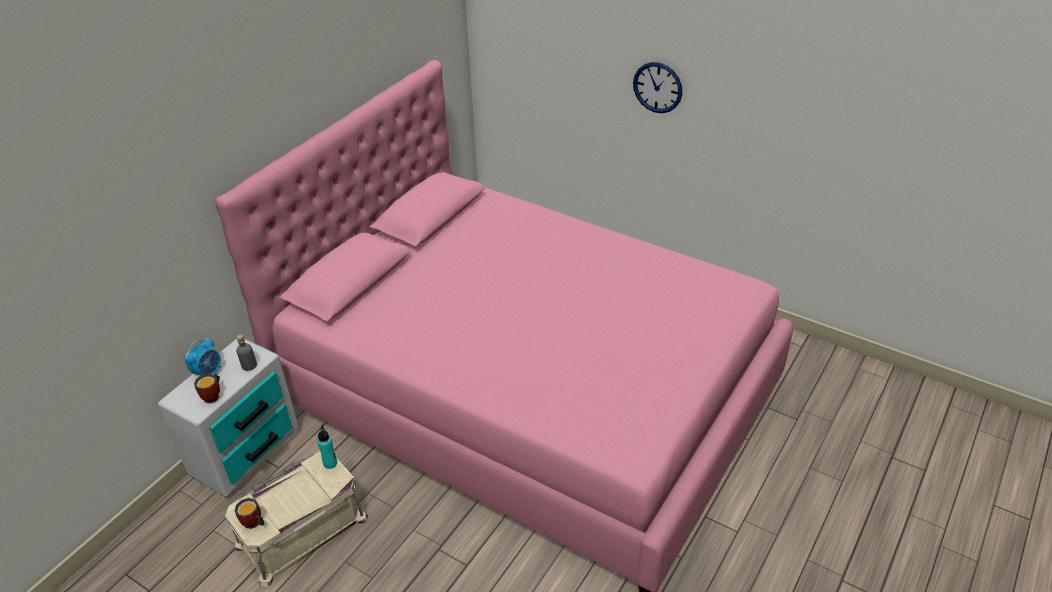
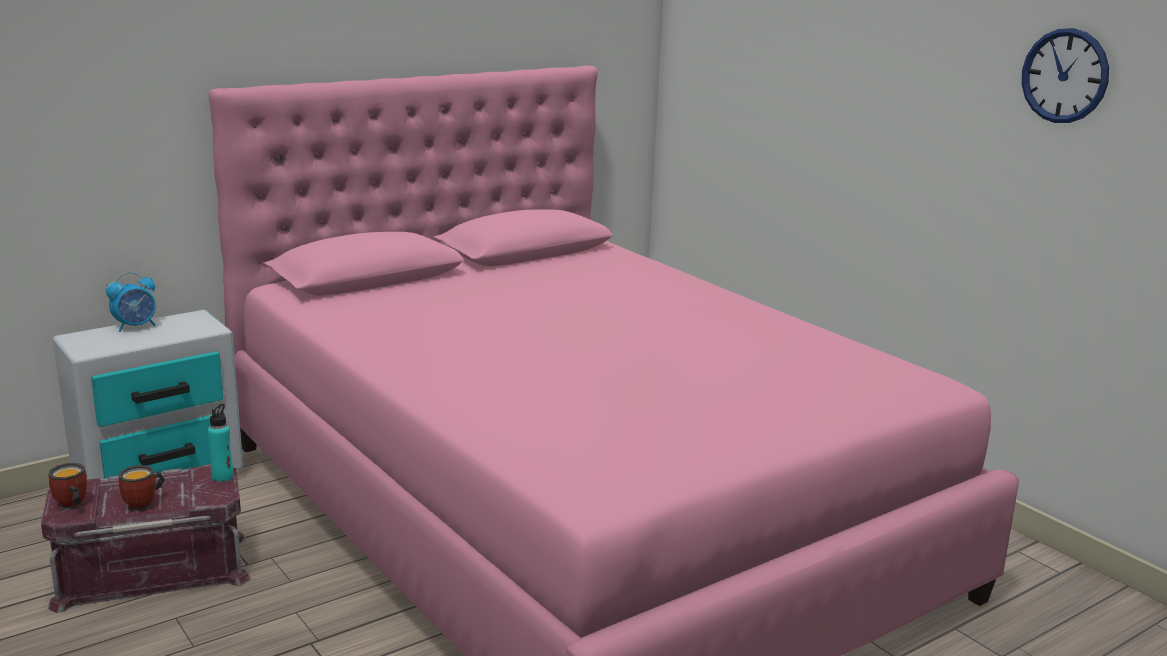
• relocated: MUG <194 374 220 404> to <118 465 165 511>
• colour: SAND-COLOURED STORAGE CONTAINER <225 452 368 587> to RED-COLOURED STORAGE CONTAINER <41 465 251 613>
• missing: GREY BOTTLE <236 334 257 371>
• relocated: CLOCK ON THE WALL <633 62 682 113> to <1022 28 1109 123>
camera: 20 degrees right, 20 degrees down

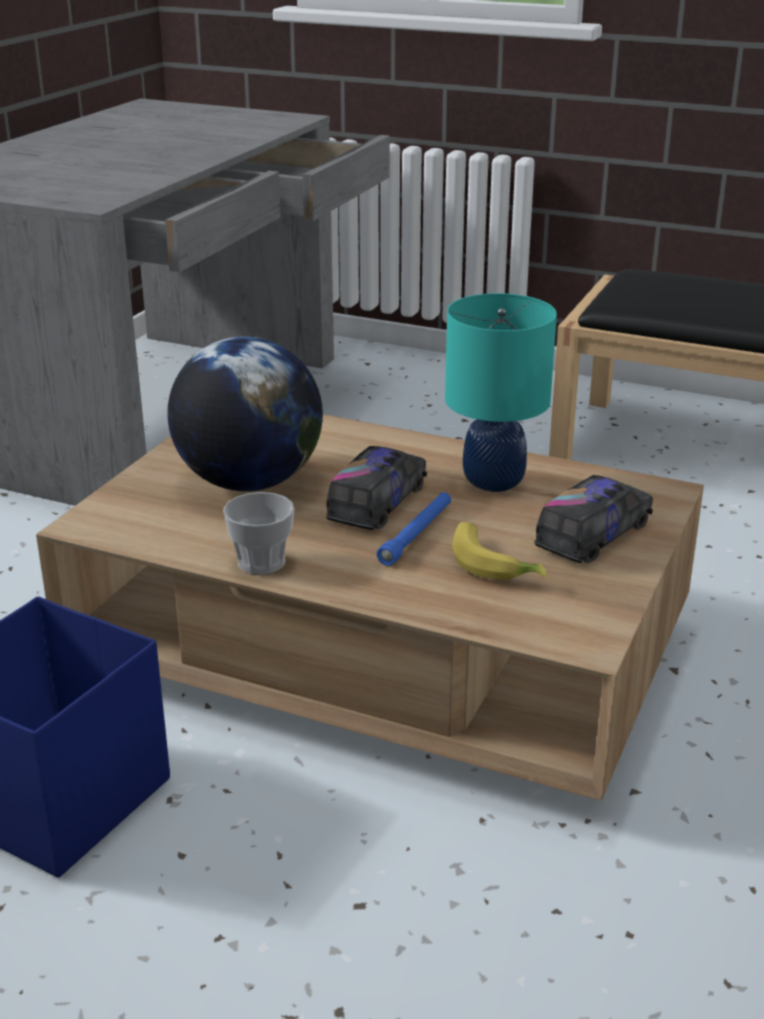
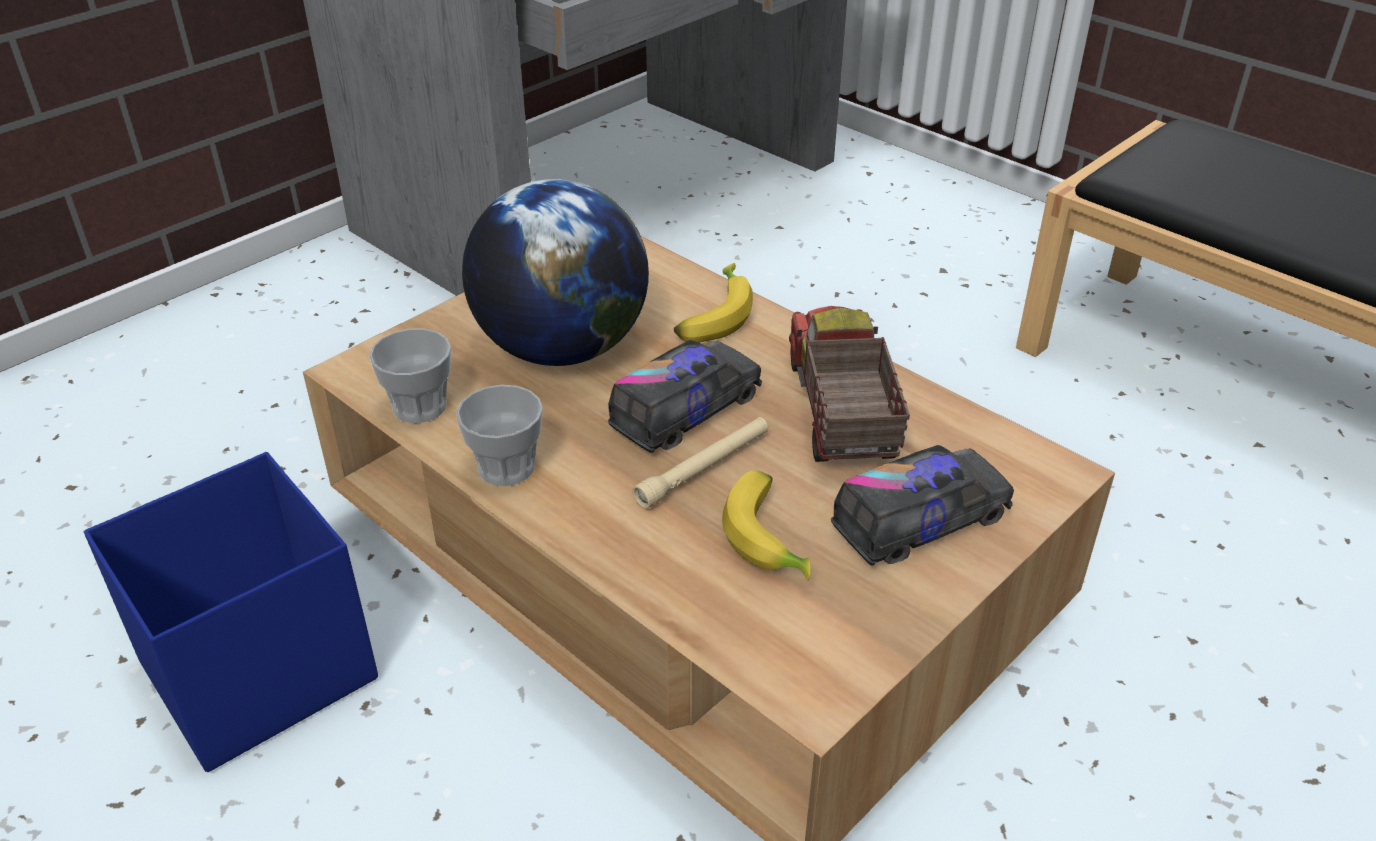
• colour: BLUISH FLASHLIGHT <377 492 451 566> to SAND-COLOURED FLASHLIGHT <632 417 768 509>
• exchanged: TURQUOISE LAMP FOR A TABLE <445 293 557 492> to TOY LORRY <789 306 910 462>
• appeared: CUP <369 328 451 423>
• appeared: BANANA FRUIT <674 263 753 342>
camera: 20 degrees right, 10 degrees up

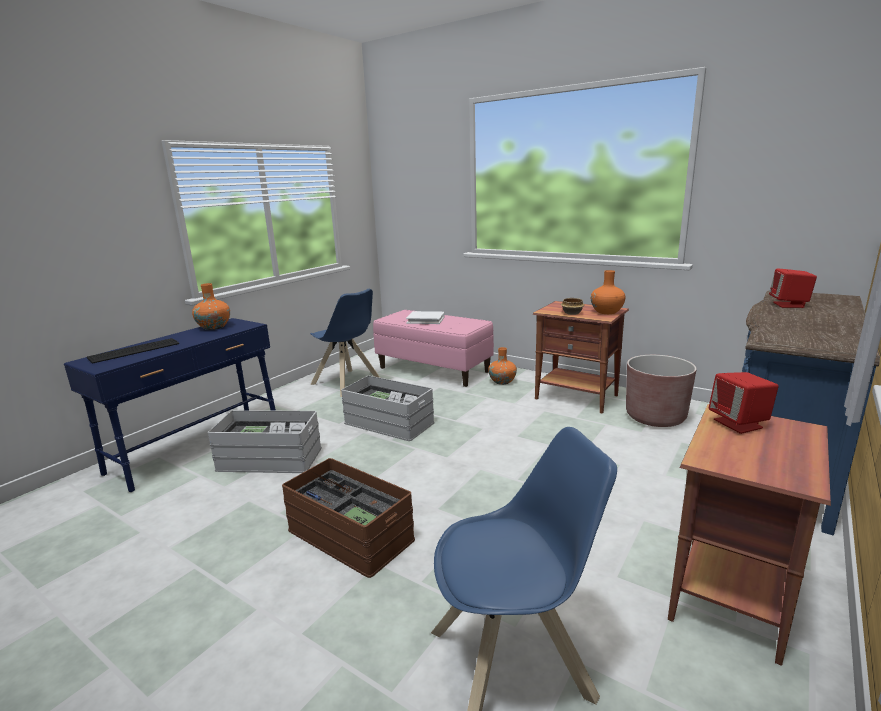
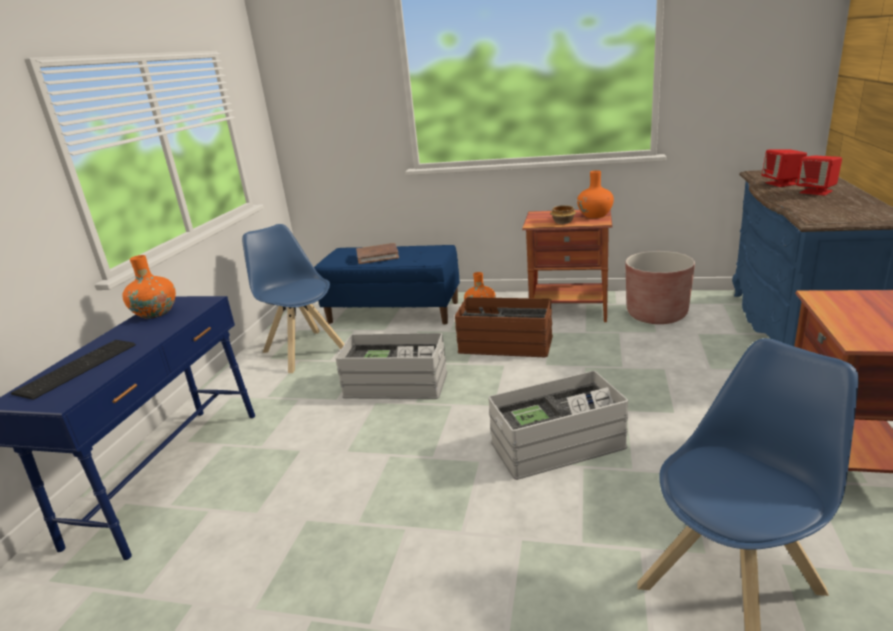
• relocated: GREY STORAGE CONTAINER <208 410 322 473> to <488 371 628 480>
• relocated: BROWN STORAGE CONTAINER <282 458 415 578> to <455 297 553 357>
• spun: BLUISH UPRIGHT CHAIR <310 289 380 397> = <242 224 344 373> 150 degrees counterclockwise
• colour: PINK BENCH <373 310 494 387> to BLUISH BENCH <314 245 460 324>
• colour: WHITE-COLOURED BOUND BOOK <406 311 445 324> to BROWN BOUND BOOK <356 243 399 264>
• relocated: RED-COLOURED SPEAKER <709 372 779 434> to <797 155 842 196>
camera: 20 degrees left, 5 degrees up

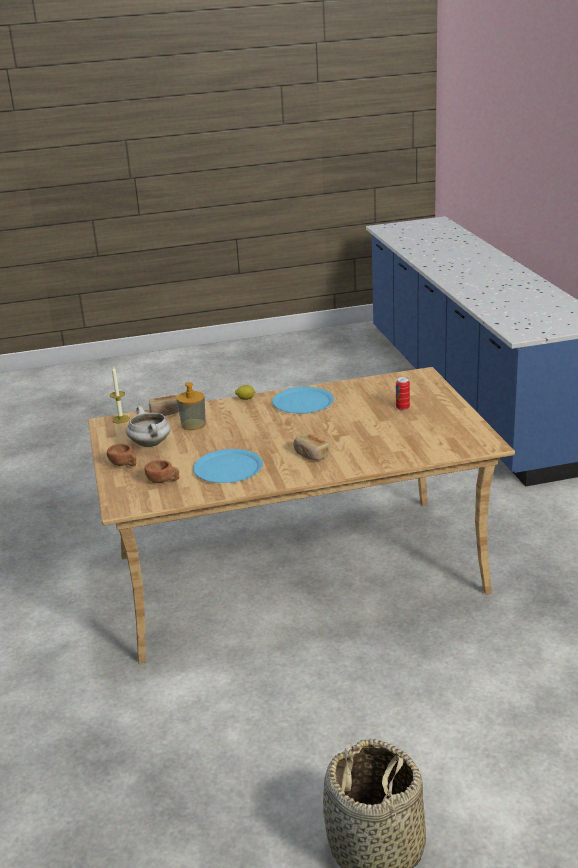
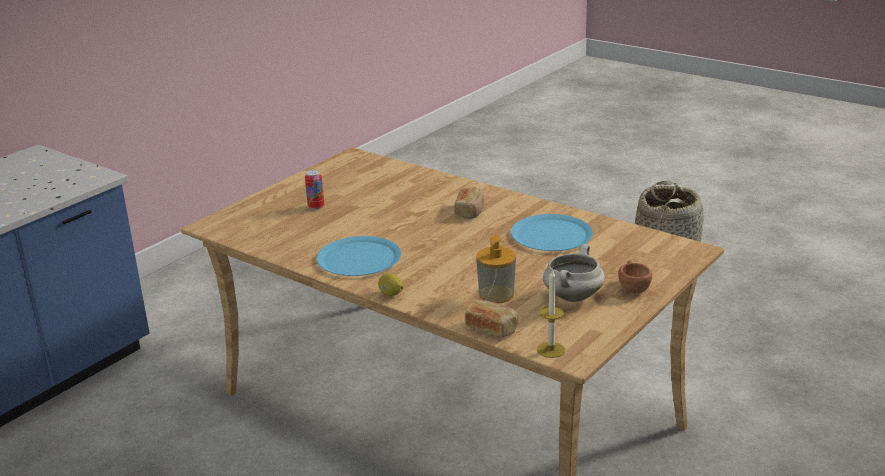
• missing: BROWN CUP <145 460 179 483>
camera: 130 degrees left, 0 degrees up

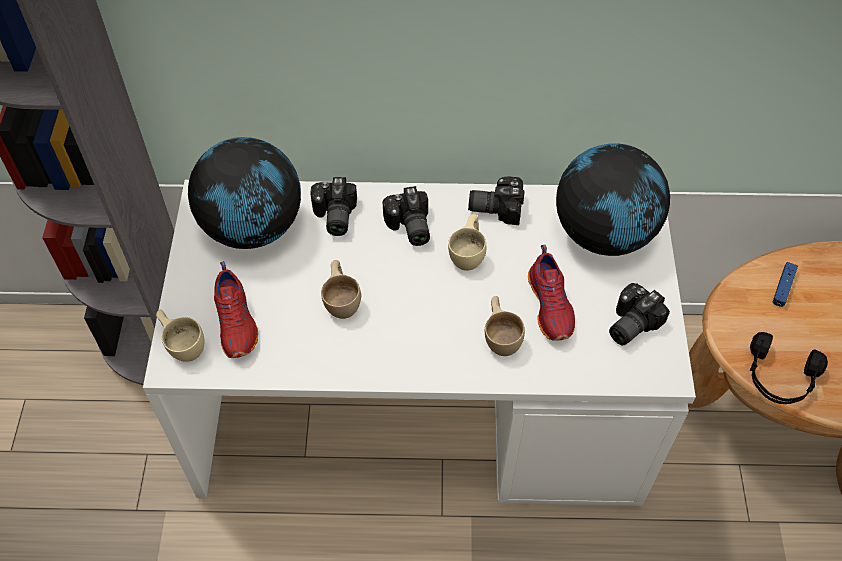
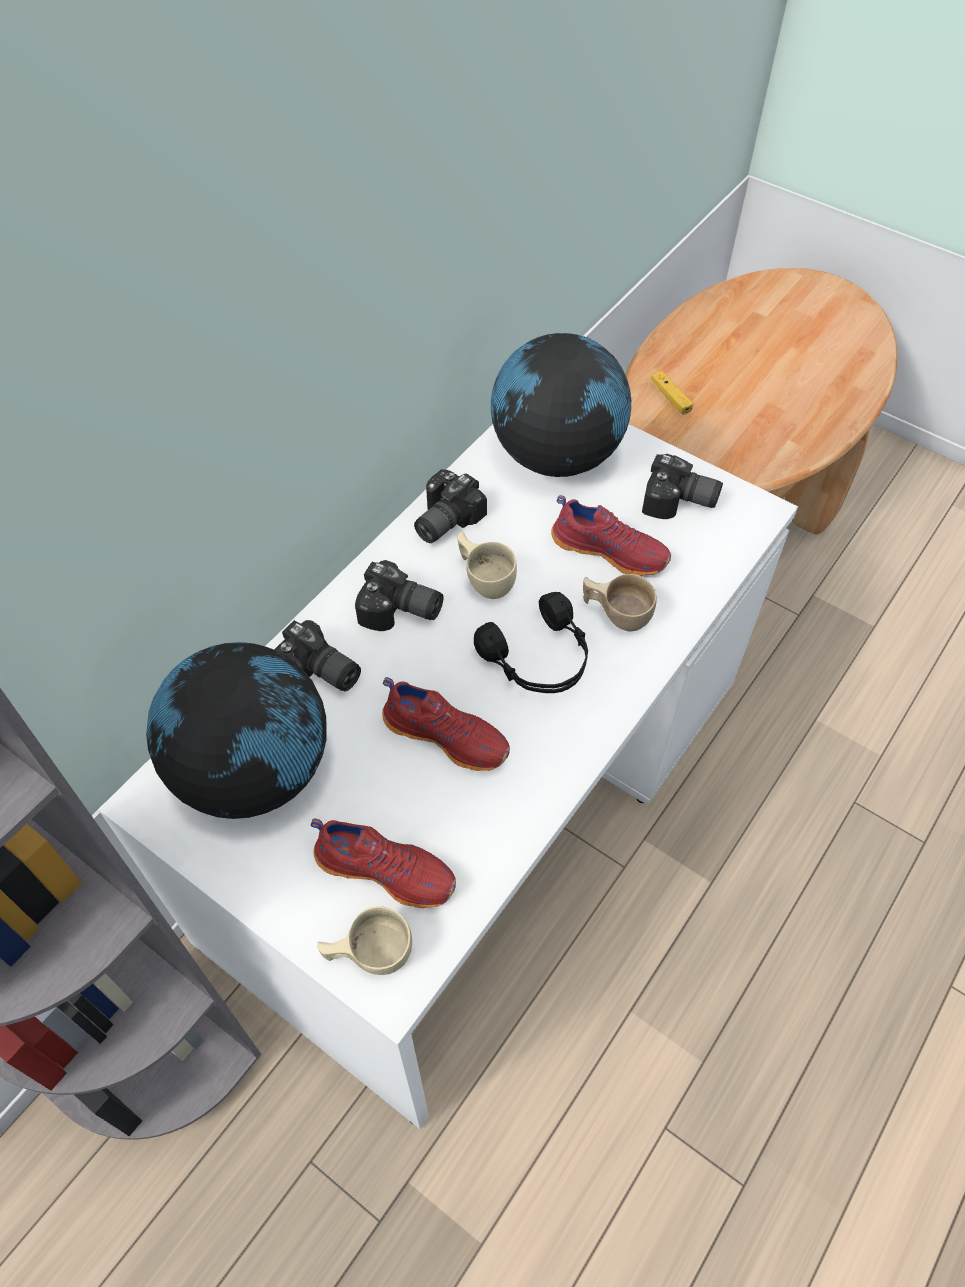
• exchanged: SAND-COLOURED CUP <321 260 361 319> to RED-COLOURED SHOE <382 677 510 771>
• spun: PHOTO CAMERA <609 283 670 345> = <642 454 723 519> 60 degrees counterclockwise
• relocated: BLACK-COLOURED PAIR OF HEADPHONES <750 332 828 404> to <474 592 588 693>
• colour: BLUISH JOYPAD <773 262 798 307> to YELLOW JOYPAD <651 371 693 415>
camera: 55 degrees left, 0 degrees up

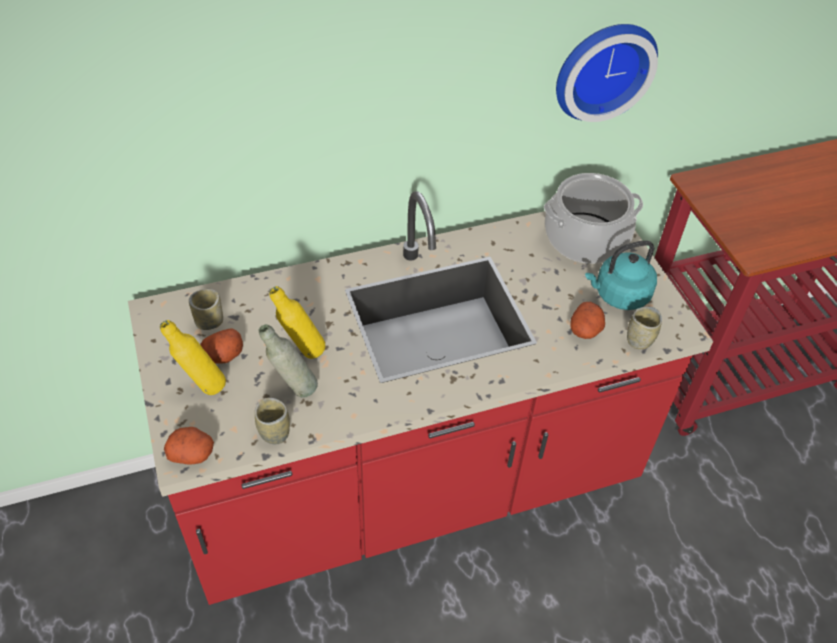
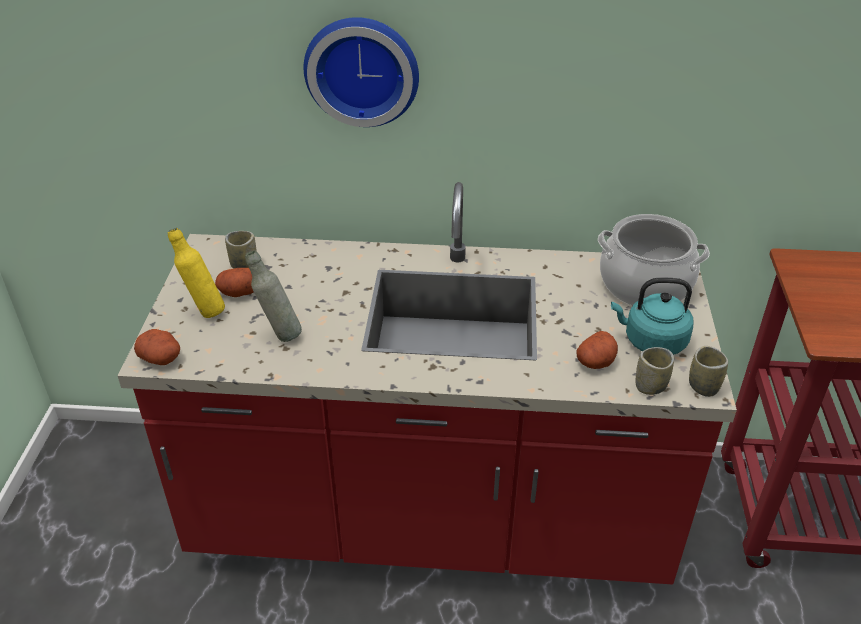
• relocated: CUP <255 398 290 444> to <689 346 728 397>
• missing: YELLOW BOTTLE <269 286 325 359>
• relocated: CLOCK ON THE WALL <556 24 658 122> to <304 17 419 127>
camera: 25 degrees right, 10 degrees down

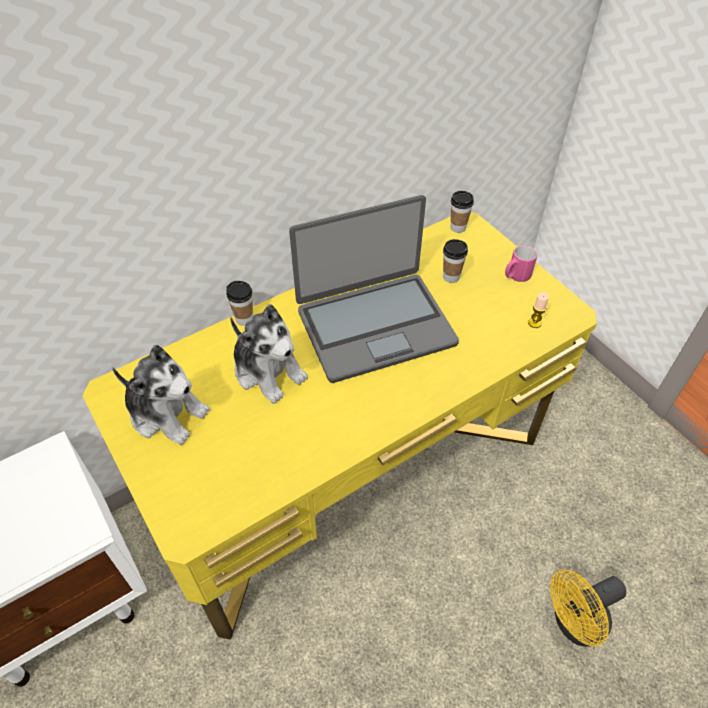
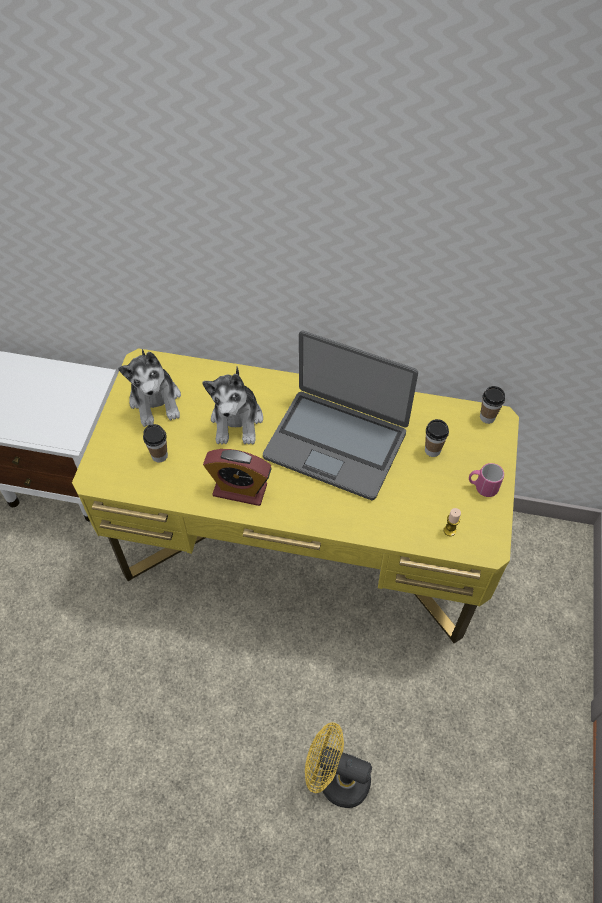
• relocated: CUP <226 281 253 326> to <143 424 168 463>
• appeared: TABLE CLOCK <203 449 272 506>
camera: 45 degrees right, 5 degrees up

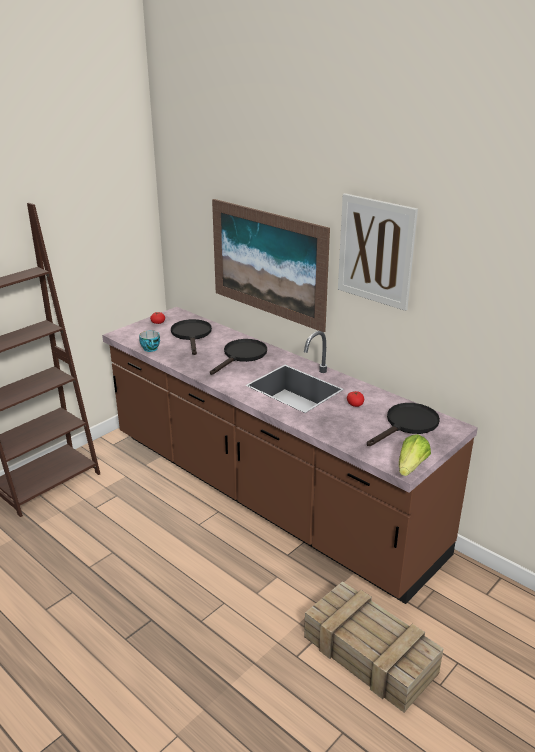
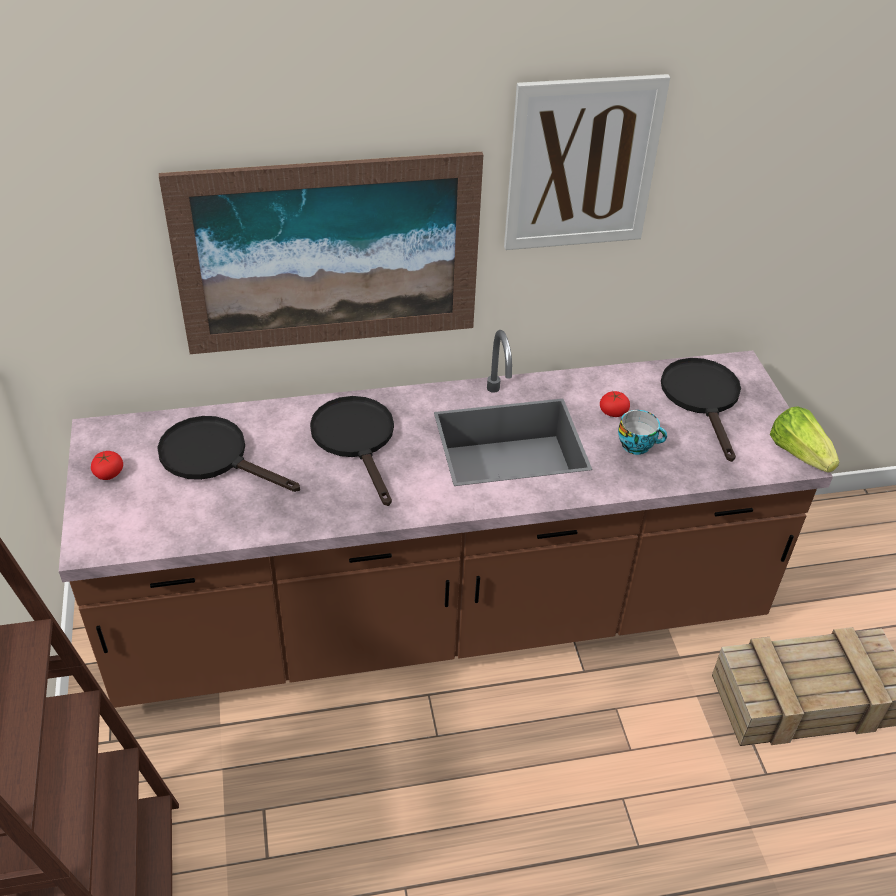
• relocated: CUP <139 330 160 352> to <618 410 667 455>
camera: 55 degrees left, 15 degrees up

